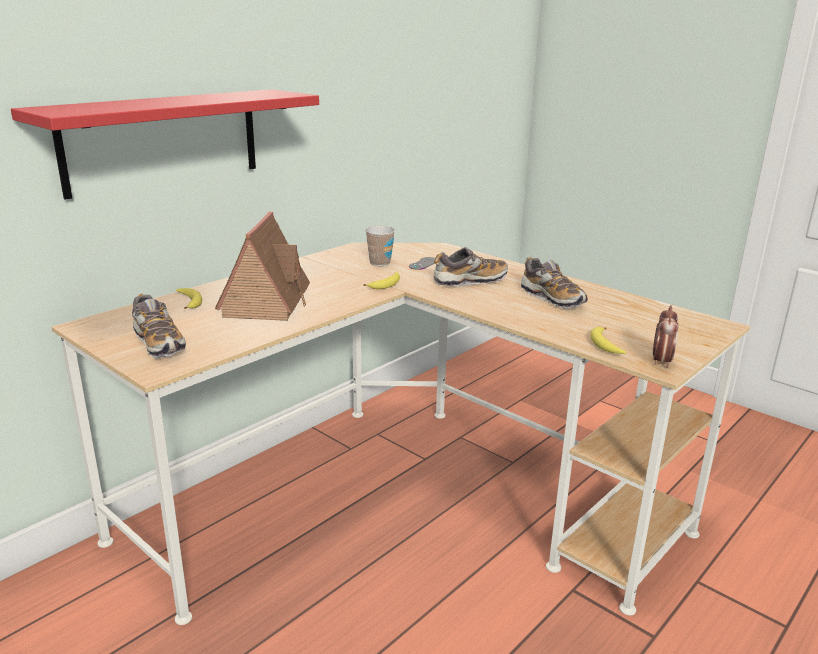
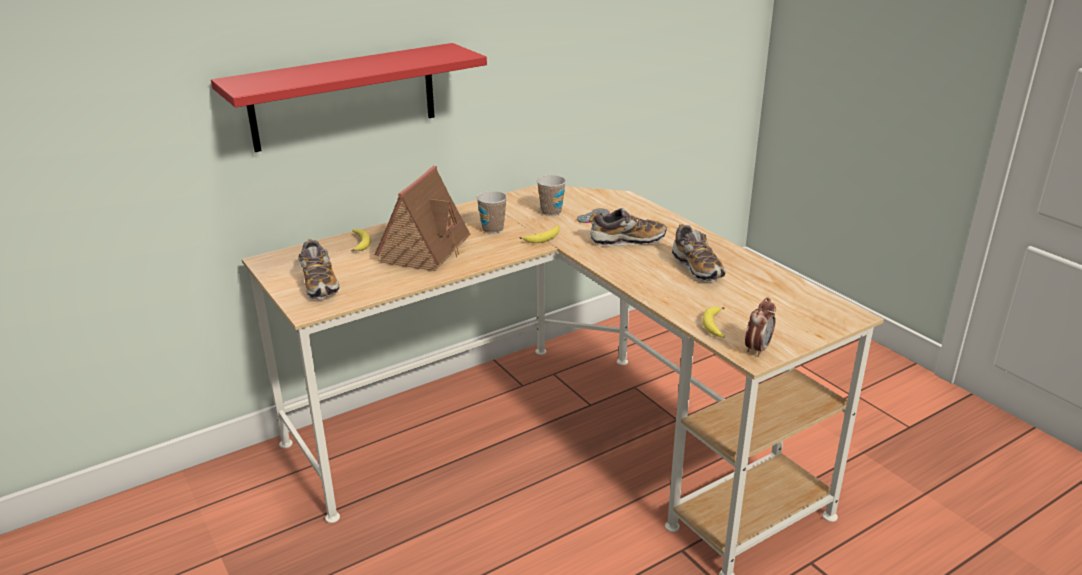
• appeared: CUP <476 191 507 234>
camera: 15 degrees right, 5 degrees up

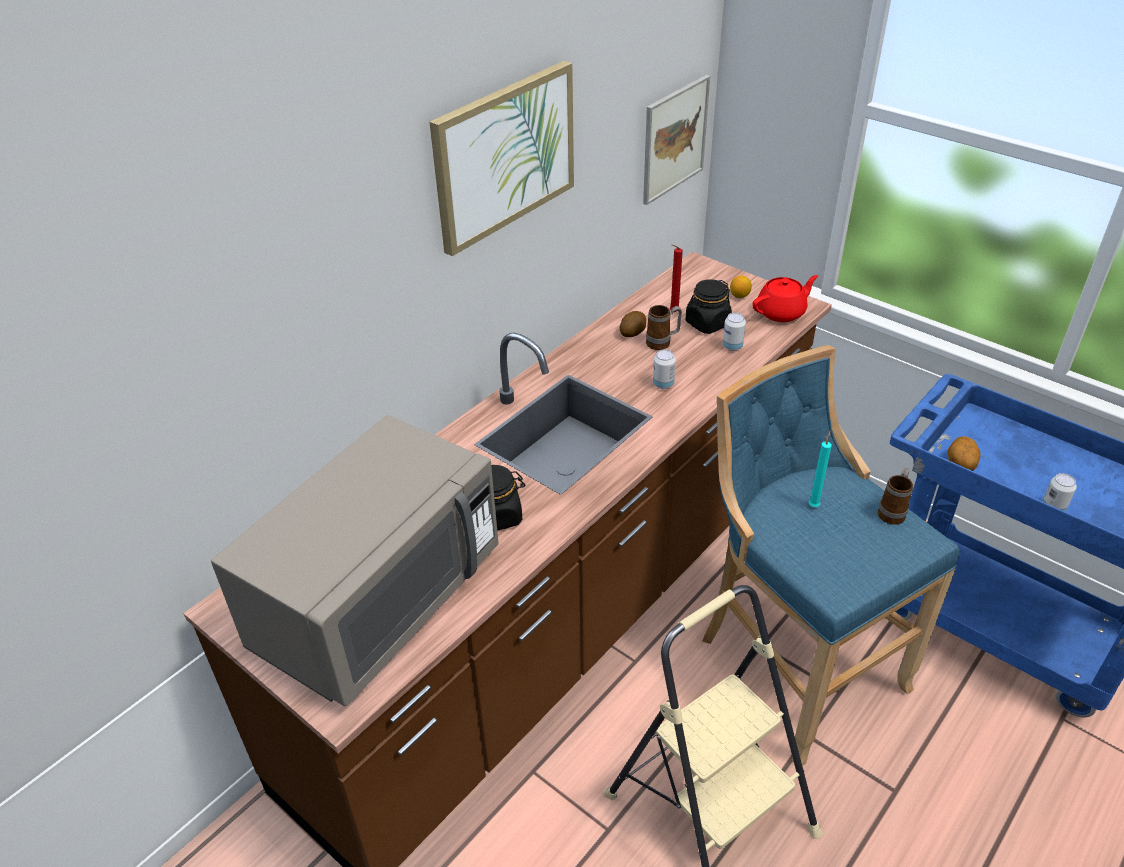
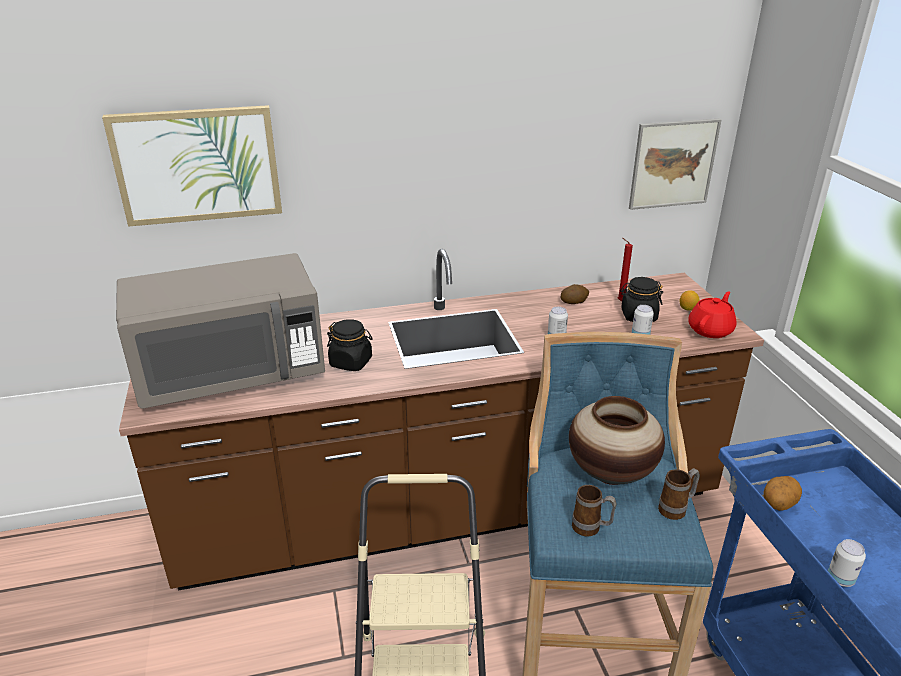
• relocated: WALL ART <430 61 574 256> to <102 105 282 227>
• relocated: MUG <646 305 682 350> to <572 485 616 536>
• spun: RED-COLOURED POT FOR TEA <752 275 818 322> = <688 291 737 338> 60 degrees counterclockwise
• exchanged: TURQUOISE WAX LIGHT <809 431 832 507> to VASE <569 396 665 485>
camera: 35 degrees right, 10 degrees down

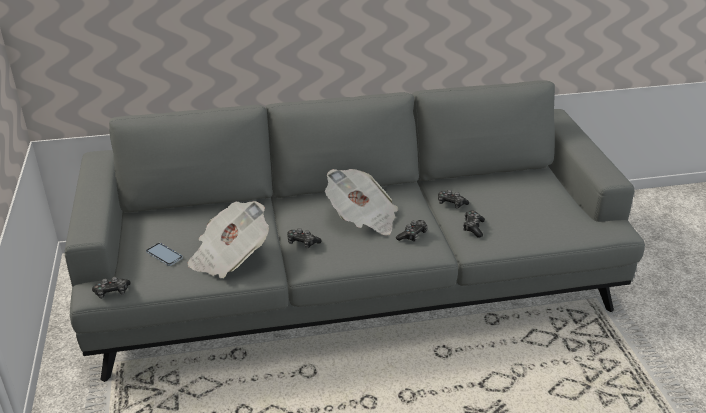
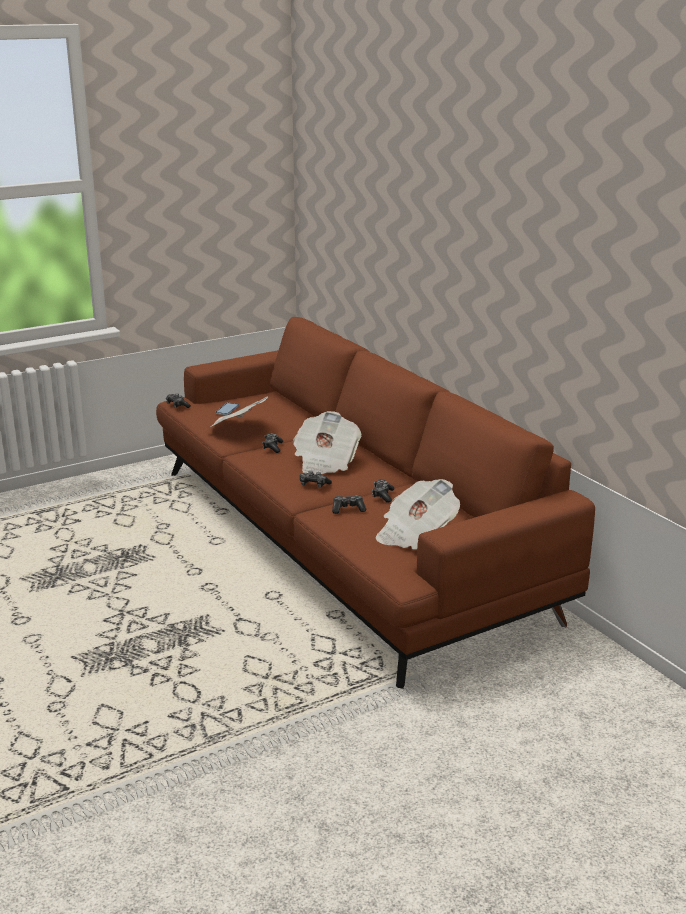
• colour: GREY COUCH <65 80 645 382> to BROWN COUCH <156 317 595 689>
• appeared: PRINTED PAPER <376 479 460 549>
camera: 70 degrees right, 10 degrees down

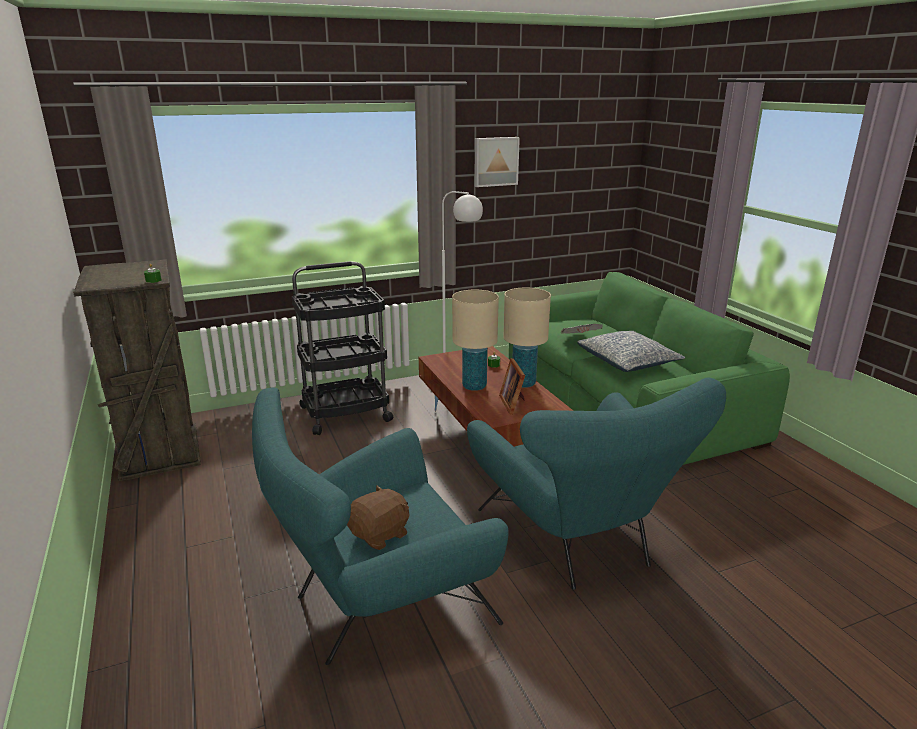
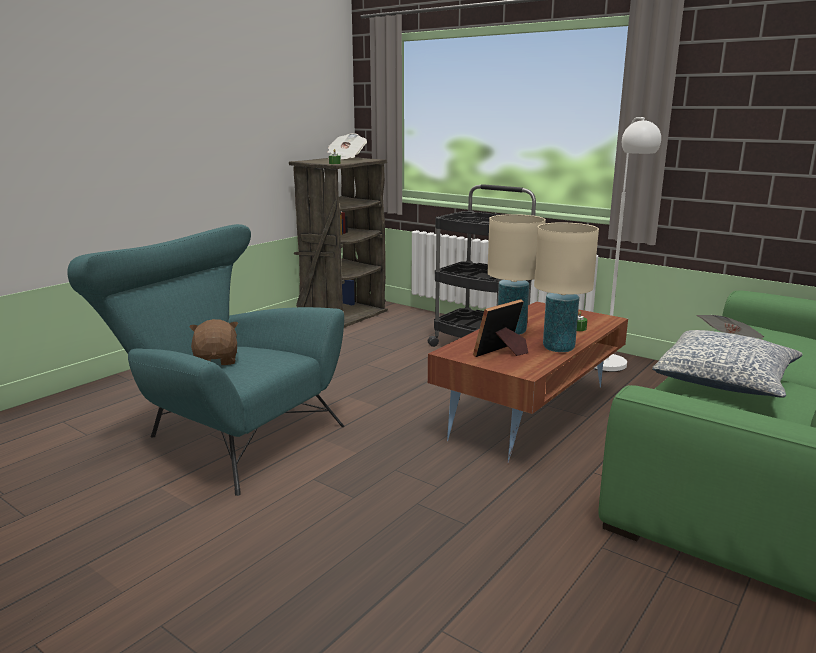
• spun: BROWN PLUSH TOY <347 486 410 550> = <190 319 238 365> 120 degrees counterclockwise
• missing: TURQUOISE LOUNGE CHAIR <467 377 726 590>
• missing: WALL ART <474 137 520 187>
• appeared: PRINTED PAPER <327 133 367 159>
camera: 60 degrees right, 5 degrees down

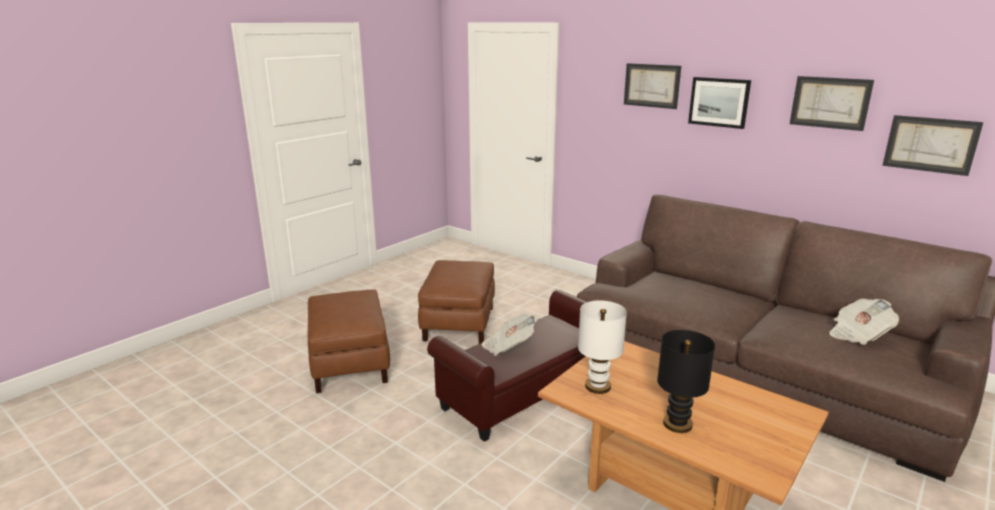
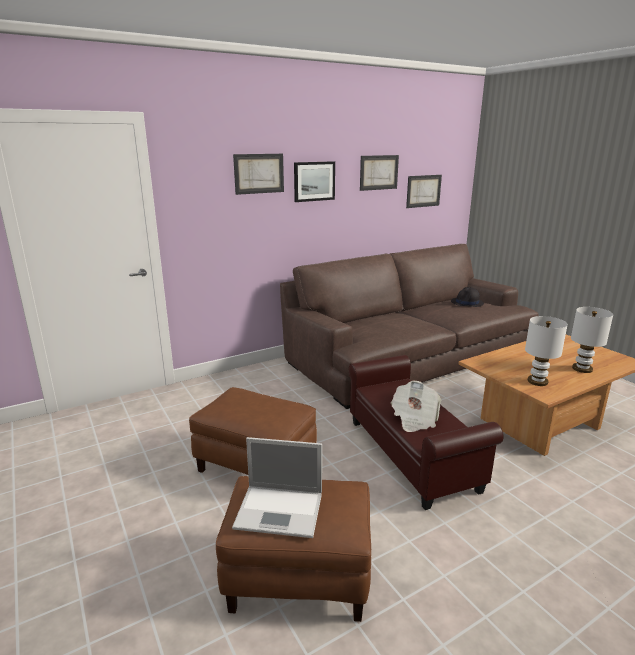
• colour: BLACK-COLOURED LAMP FOR A TABLE <657 330 715 433> to WHITE-COLOURED LAMP FOR A TABLE <571 307 613 373>
• exchanged: PRINTED PAPER <829 299 899 345> to BLACK-COLOURED WEARABLE HAT <451 287 484 307>
• appeared: LAPTOP <232 437 322 538>
camera: 70 degrees left, 0 degrees up

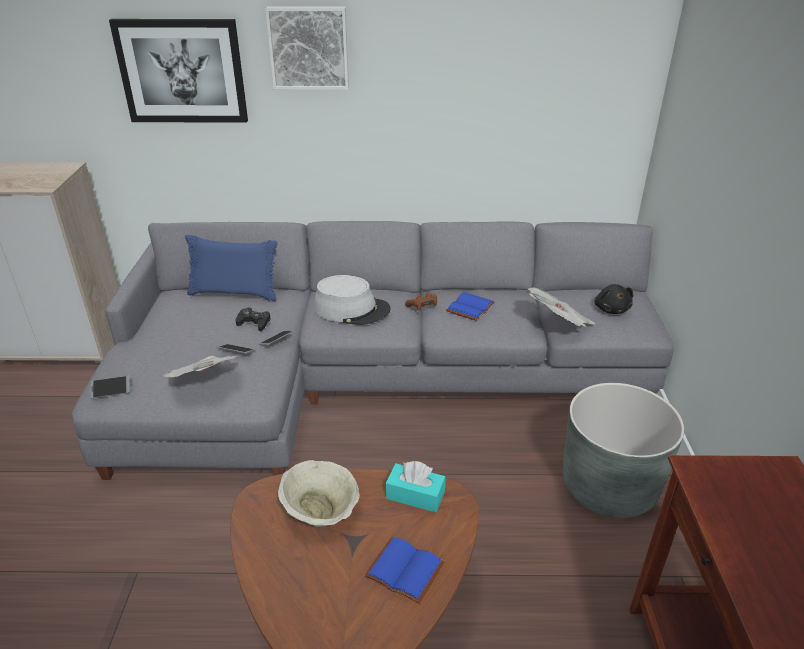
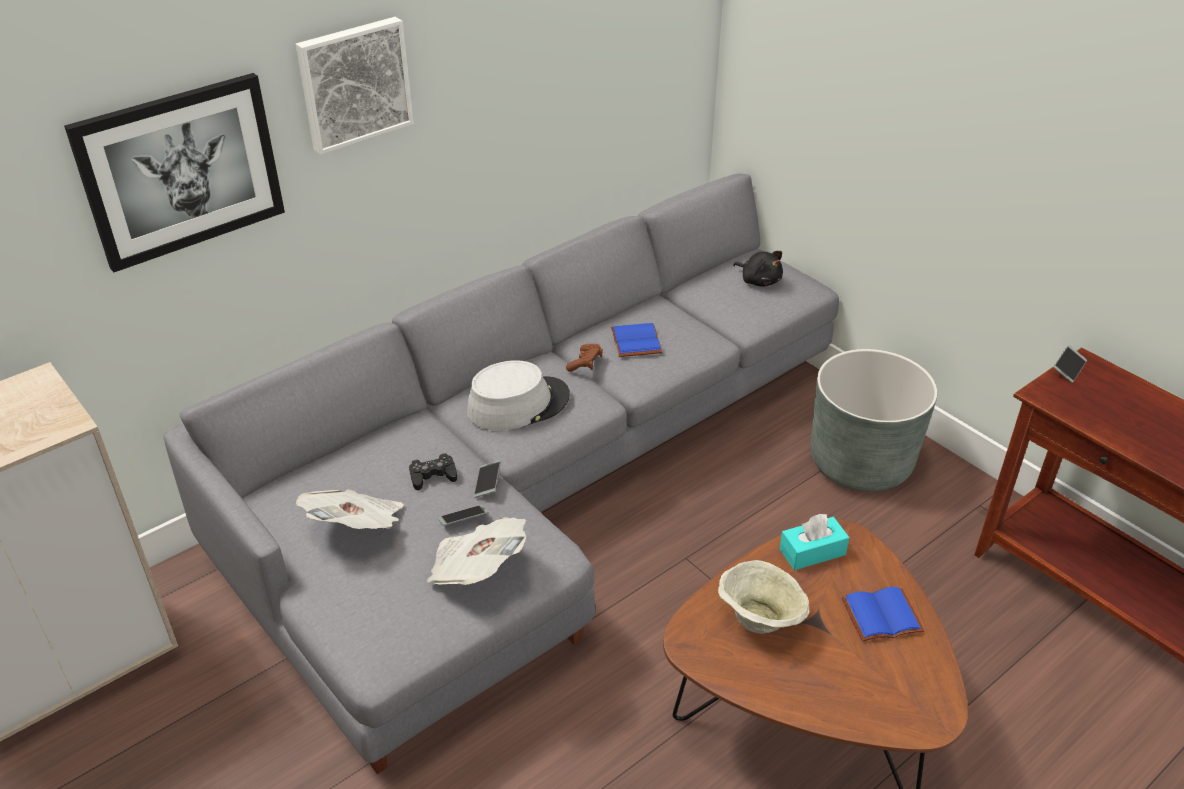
• relocated: PHONE <91 376 130 398> to <1053 345 1087 383>
• missing: BLUISH CUSHION <185 235 277 302>
• relocated: PRINTED PAPER <528 287 595 327> to <296 489 404 529>
camera: 40 degrees left, 5 degrees up

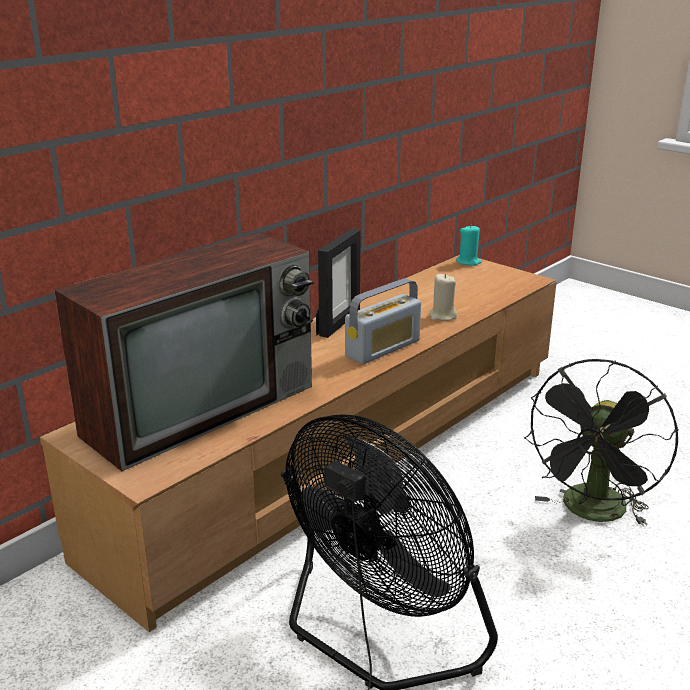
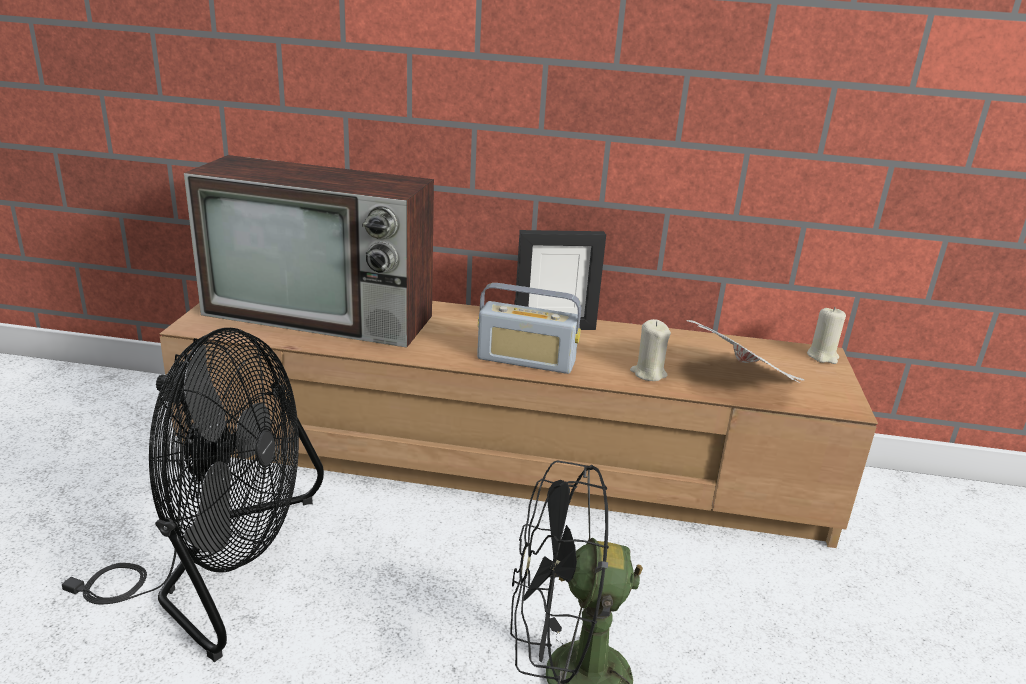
• colour: TURQUOISE WAX LIGHT <456 225 482 266> to SAND-COLOURED WAX LIGHT <807 307 846 364>
• appeared: PRINTED PAPER <686 320 804 383>
camera: 55 degrees right, 0 degrees up

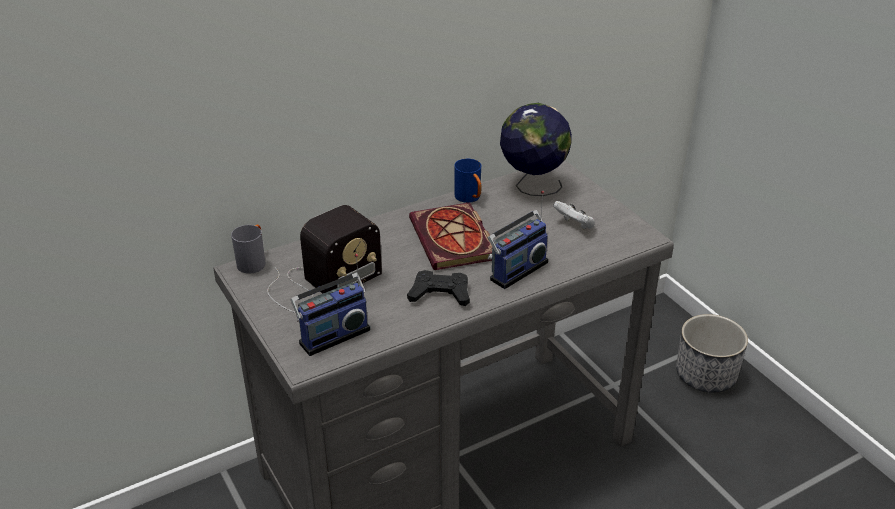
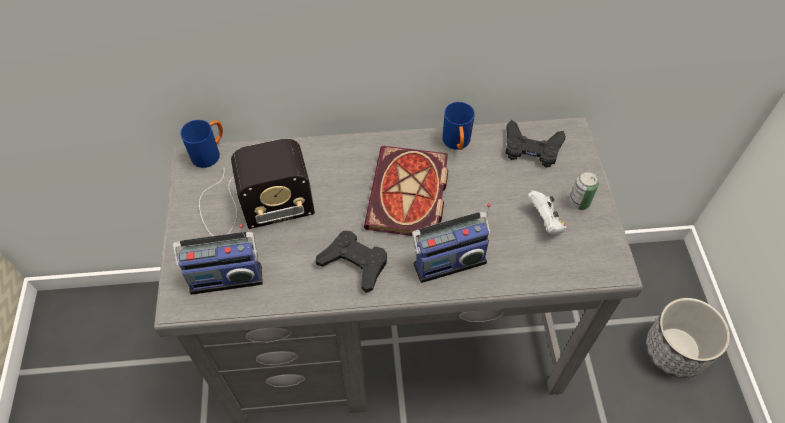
• colour: GREY MUG <231 225 266 274> to BLUISH MUG <180 120 223 168>
• exchanged: WORLD GLOBE <500 103 572 196> to BLACK-COLOURED JOYPAD <505 120 566 167>
• appeared: CAN <569 171 599 210>
camera: 25 degrees right, 20 degrees up

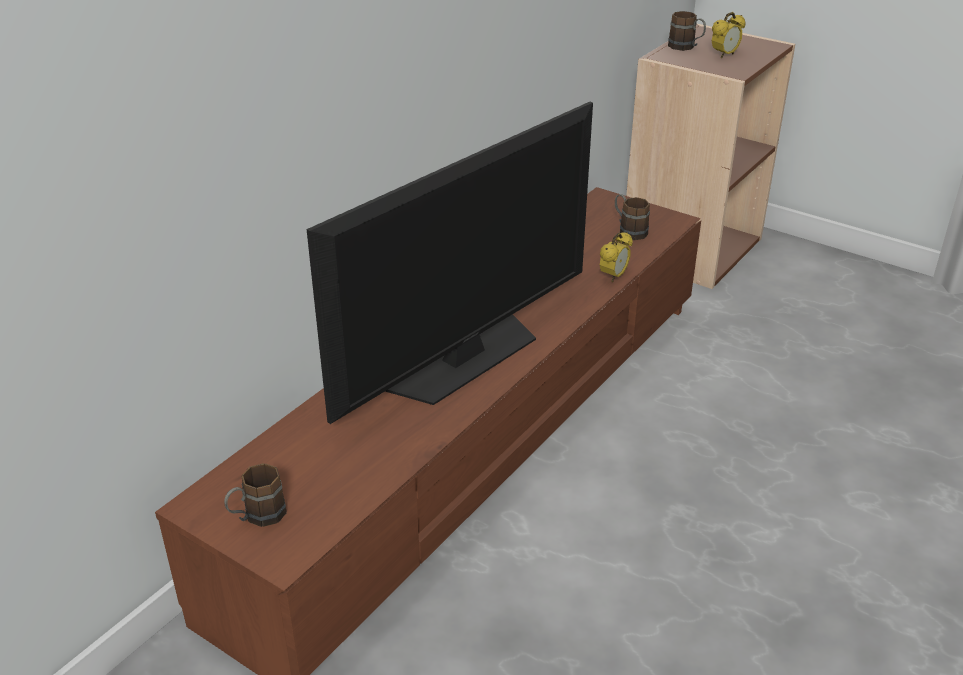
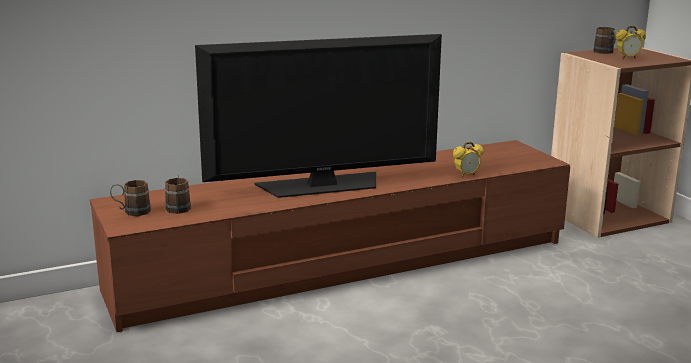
• relocated: BROWN MUG <615 194 650 240> to <165 174 191 214>
camera: 30 degrees right, 15 degrees down

